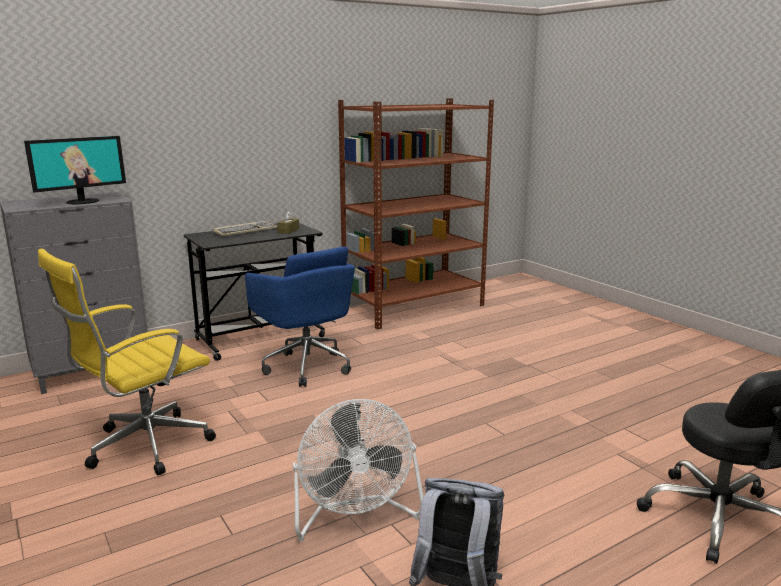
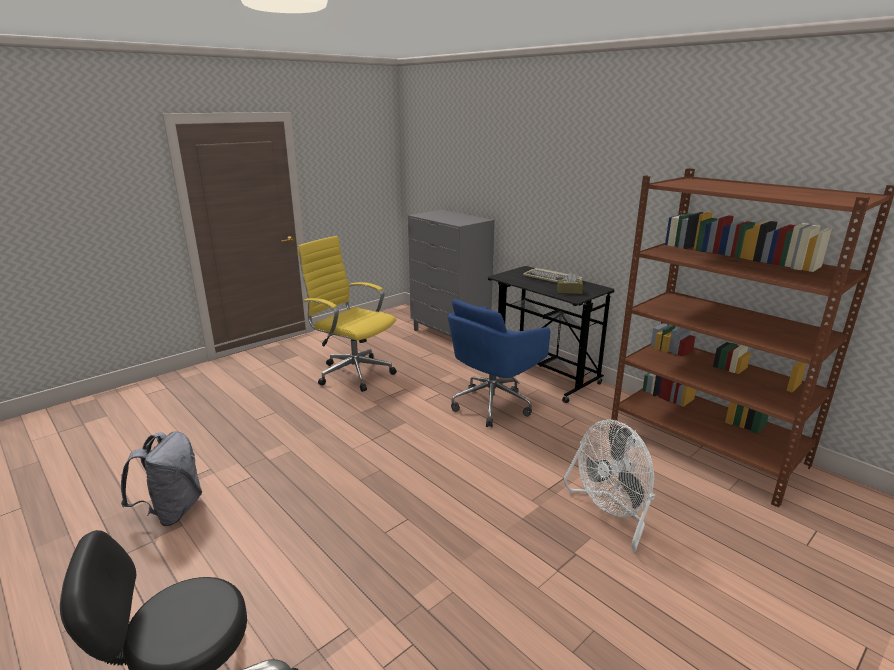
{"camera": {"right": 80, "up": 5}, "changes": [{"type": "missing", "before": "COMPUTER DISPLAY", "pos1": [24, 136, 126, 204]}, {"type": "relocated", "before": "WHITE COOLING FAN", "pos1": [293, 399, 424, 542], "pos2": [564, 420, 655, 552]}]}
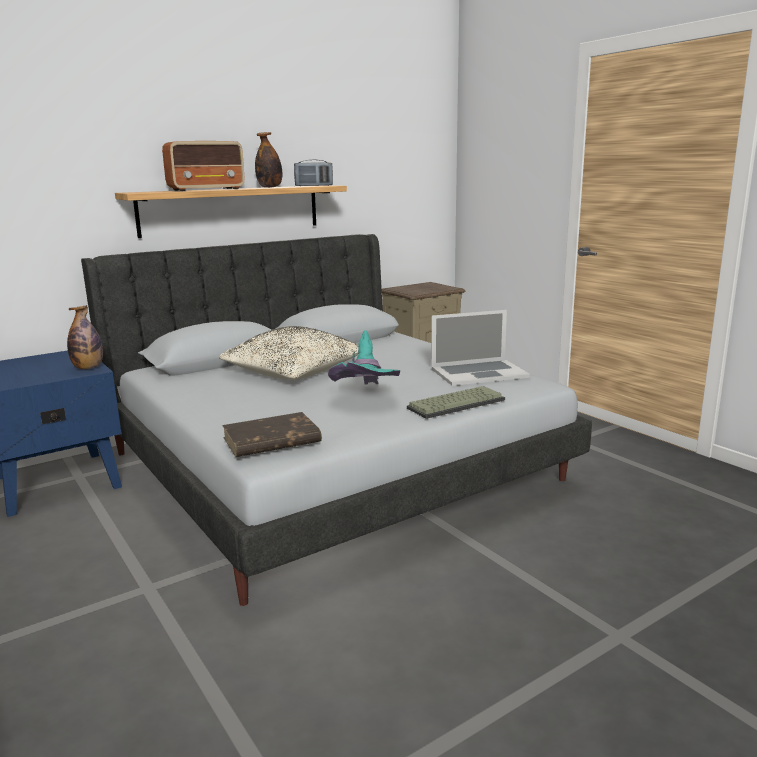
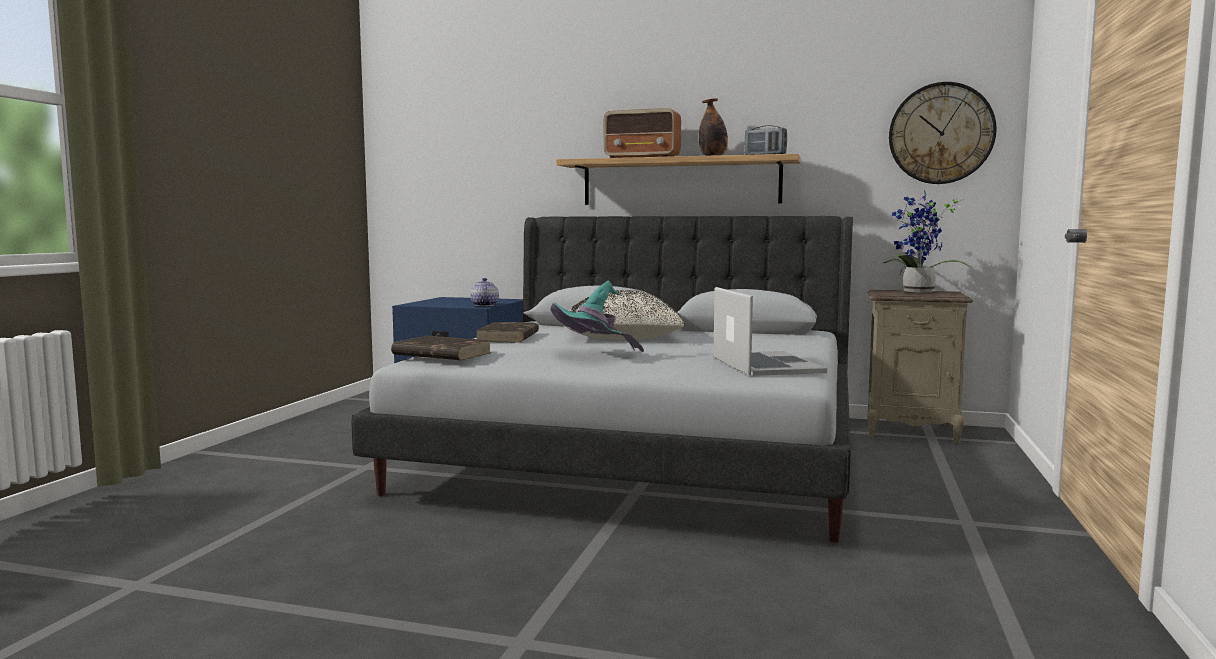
{"camera": {"right": 50, "up": -10}, "changes": [{"type": "exchanged", "before": "BEVERAGE BOTTLE", "after": "TEAPOT", "pos1": [67, 305, 103, 369], "pos2": [470, 278, 499, 306]}, {"type": "spun", "before": "NOTEBOOK COMPUTER", "pos1": [431, 310, 531, 386], "pos2": [713, 287, 827, 376], "turn": -135}, {"type": "missing", "before": "COMPUTER KEYBOARD", "pos1": [407, 386, 505, 419]}, {"type": "appeared", "after": "CLOCK ON THE WALL", "pos2": [889, 82, 997, 184]}, {"type": "appeared", "after": "HOUSEPLANT", "pos2": [884, 190, 973, 293]}, {"type": "appeared", "after": "BROWN-COLOURED BOUND BOOK", "pos2": [475, 322, 539, 343]}]}
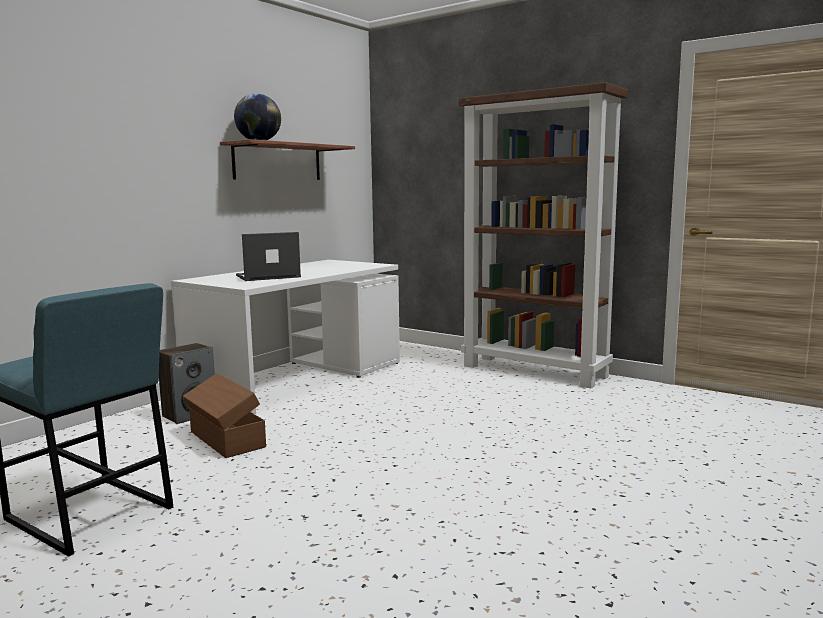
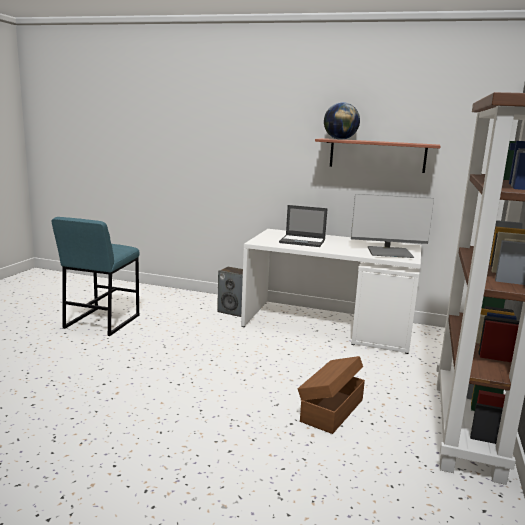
{"camera": {"right": 70, "up": 5}, "changes": [{"type": "spun", "before": "NOTEBOOK COMPUTER", "pos1": [236, 232, 301, 281], "pos2": [279, 205, 328, 247], "turn": 150}, {"type": "relocated", "before": "BROWN-COLOURED STORAGE BOX", "pos1": [183, 373, 266, 458], "pos2": [298, 356, 365, 434]}, {"type": "appeared", "after": "COMPUTER DISPLAY", "pos2": [351, 194, 434, 258]}]}
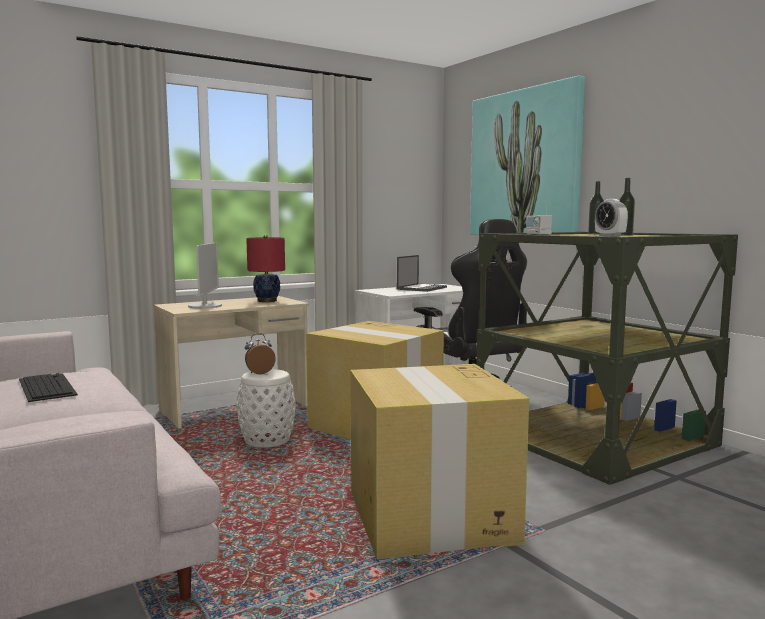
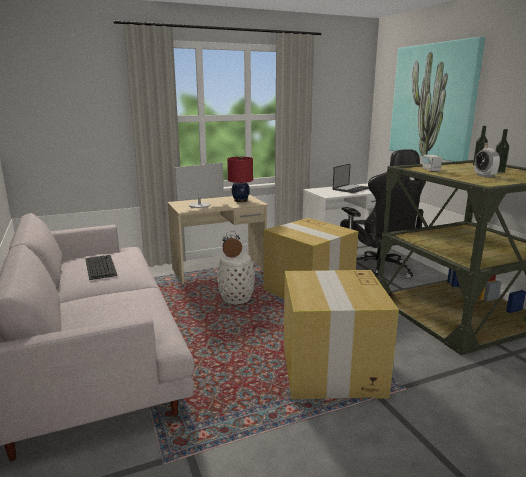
{"camera": {"right": 10, "up": 10}, "changes": [{"type": "spun", "before": "COMPUTER DISPLAY", "pos1": [188, 243, 222, 309], "pos2": [175, 162, 224, 208], "turn": 45}]}
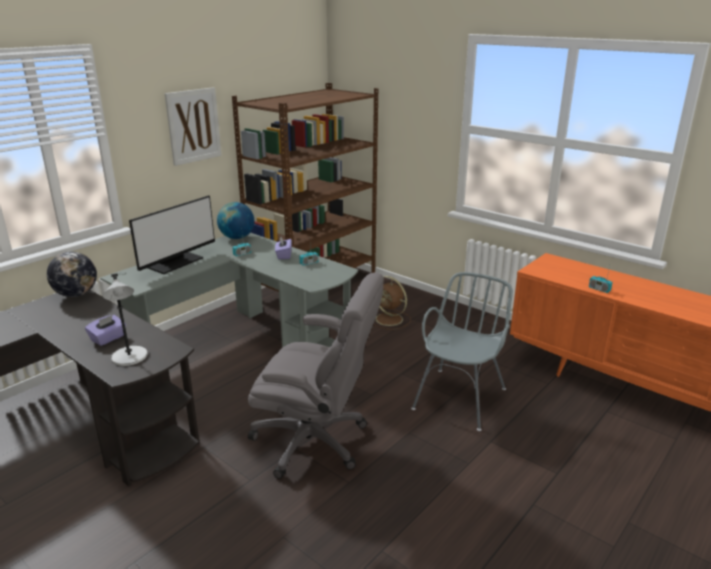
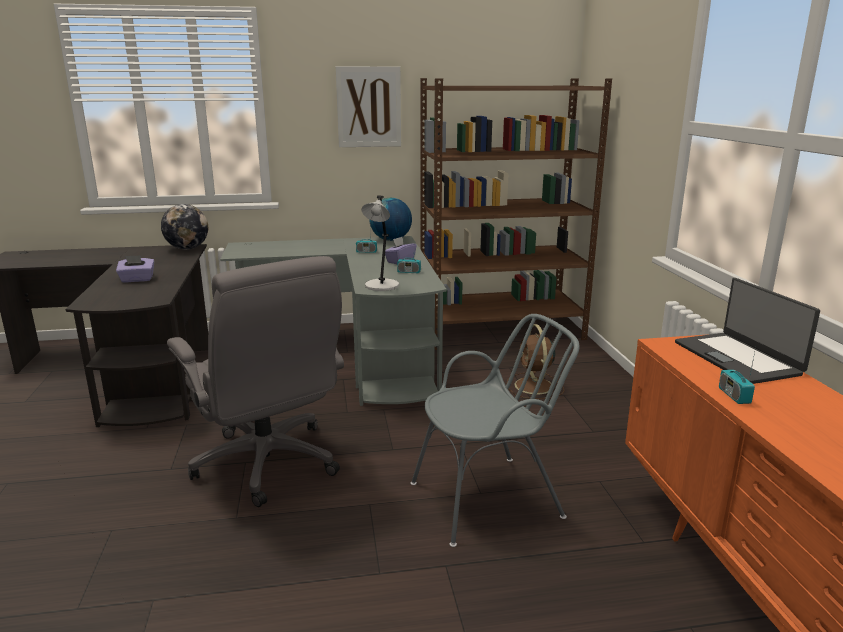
{"camera": {"right": 40, "up": -5}, "changes": [{"type": "missing", "before": "COMPUTER DISPLAY", "pos1": [129, 196, 215, 274]}, {"type": "relocated", "before": "GRAY TABLETOP LAMP", "pos1": [103, 273, 148, 366], "pos2": [361, 195, 399, 291]}, {"type": "appeared", "after": "NOTEBOOK COMPUTER", "pos2": [675, 278, 820, 384]}]}
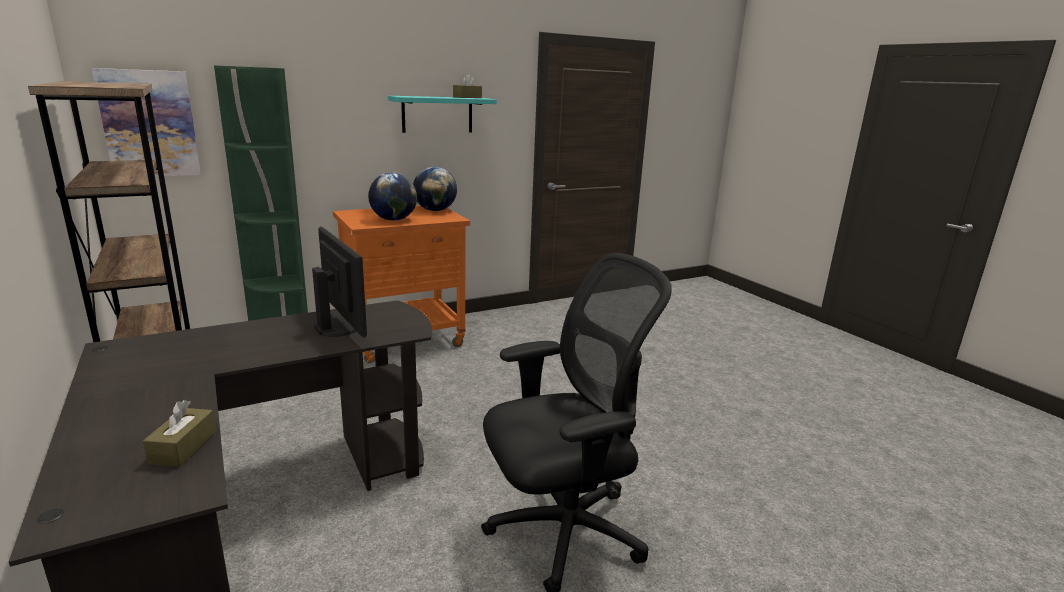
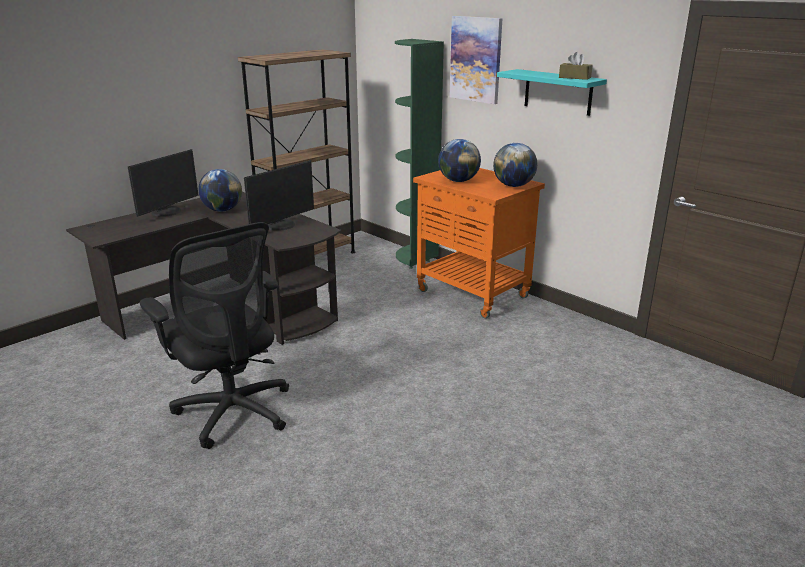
{"camera": {"right": 75, "up": 5}, "changes": [{"type": "relocated", "before": "PICTURE", "pos1": [92, 68, 201, 176], "pos2": [450, 16, 503, 104]}, {"type": "missing", "before": "BROWN-COLOURED TISSUE HOLDER", "pos1": [143, 400, 216, 467]}, {"type": "appeared", "after": "COMPUTER DISPLAY", "pos2": [128, 149, 198, 217]}, {"type": "appeared", "after": "WORLD GLOBE", "pos2": [198, 169, 242, 212]}]}
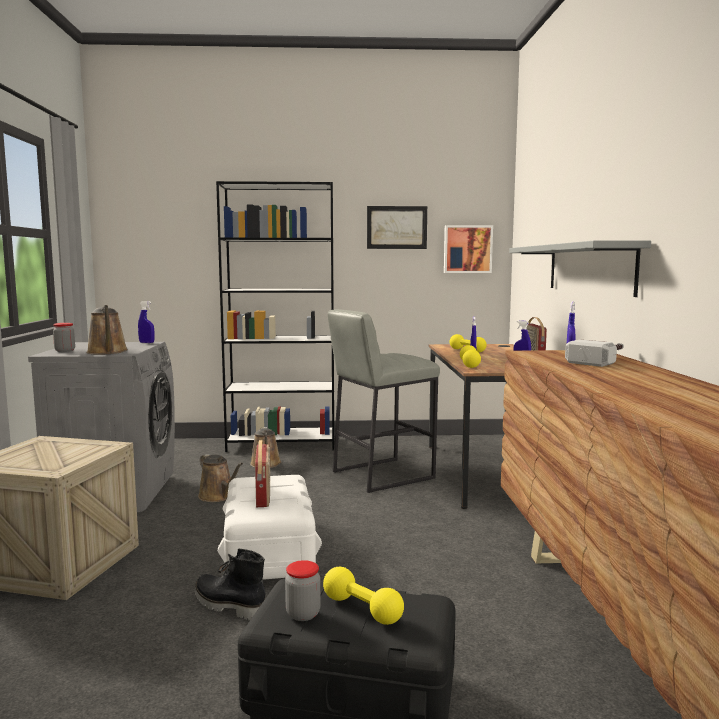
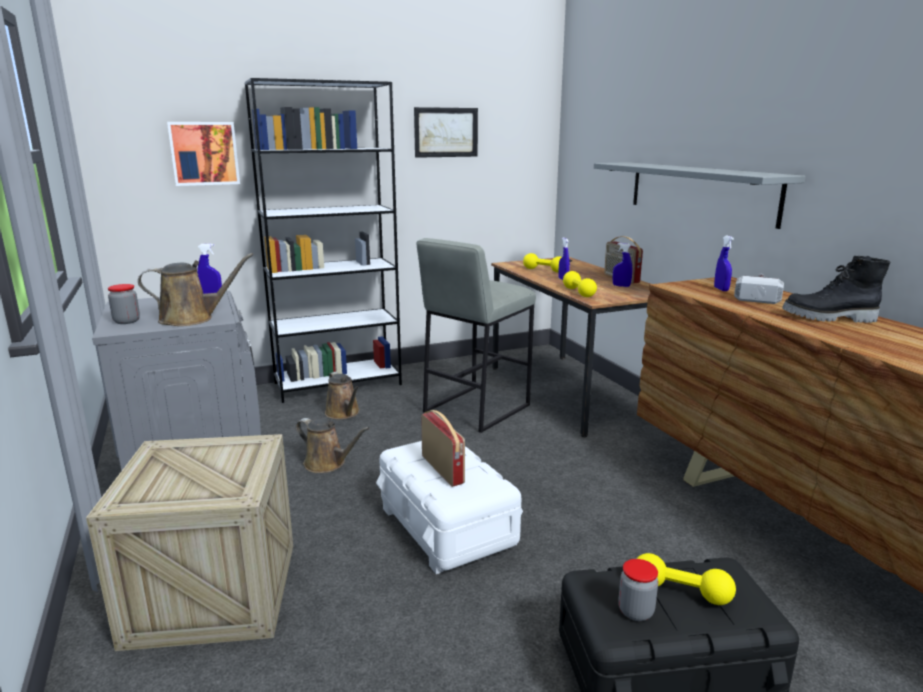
{"camera": {"right": -20, "up": 10}, "changes": [{"type": "relocated", "before": "PICTURE", "pos1": [444, 225, 493, 273], "pos2": [167, 122, 240, 186]}, {"type": "spun", "before": "BROWN-COLOURED WATERING POT", "pos1": [86, 305, 128, 355], "pos2": [138, 253, 253, 326], "turn": -60}, {"type": "relocated", "before": "BLACK-COLOURED BOOT", "pos1": [195, 549, 265, 620], "pos2": [782, 256, 890, 323]}]}
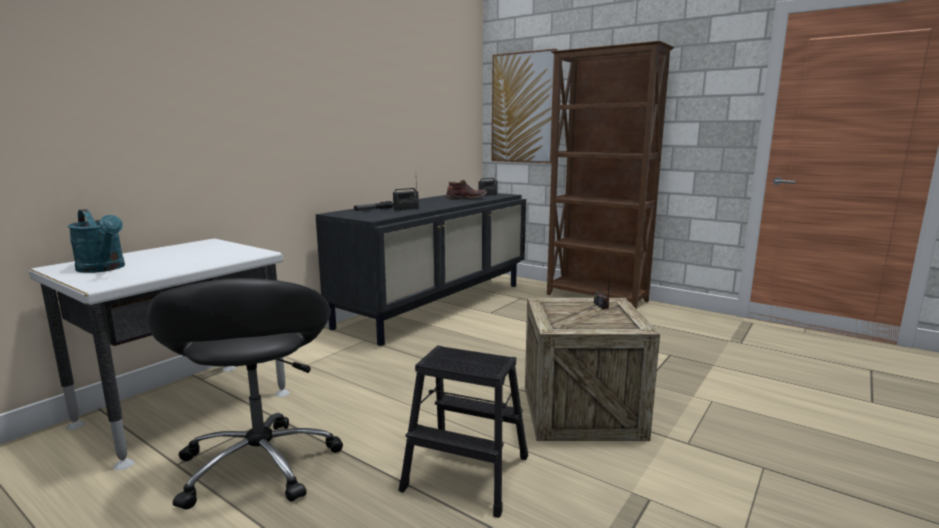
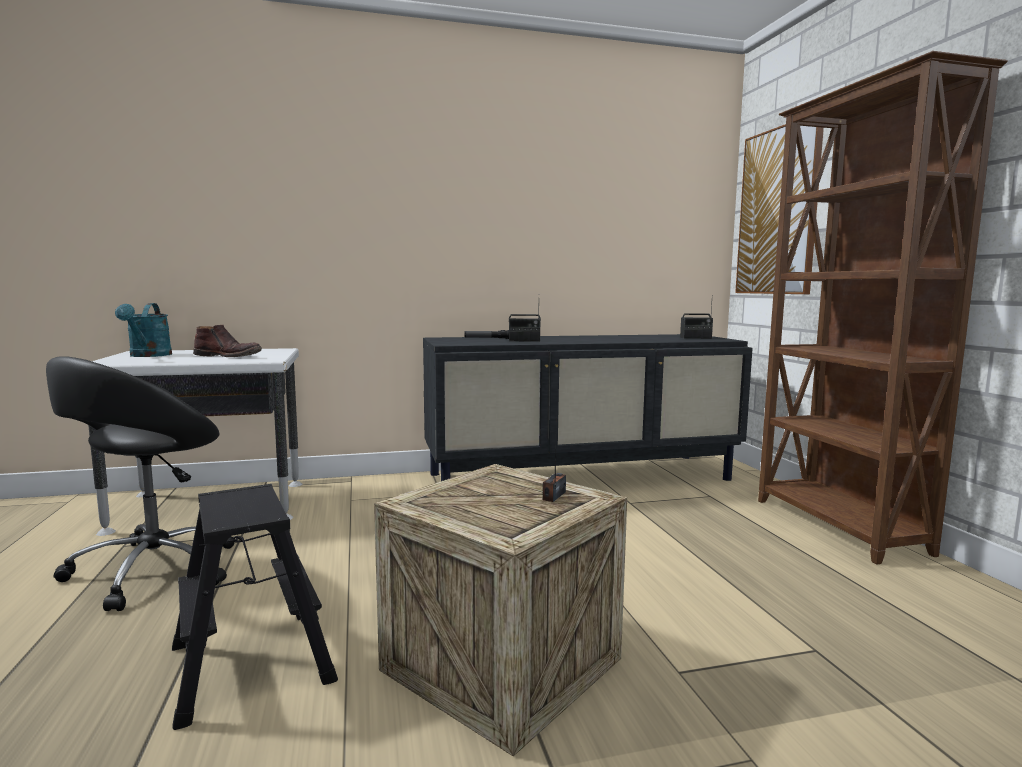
{"camera": {"right": 40, "up": -5}, "changes": [{"type": "relocated", "before": "BROWN-COLOURED BOOT", "pos1": [446, 180, 487, 200], "pos2": [193, 325, 262, 357]}]}
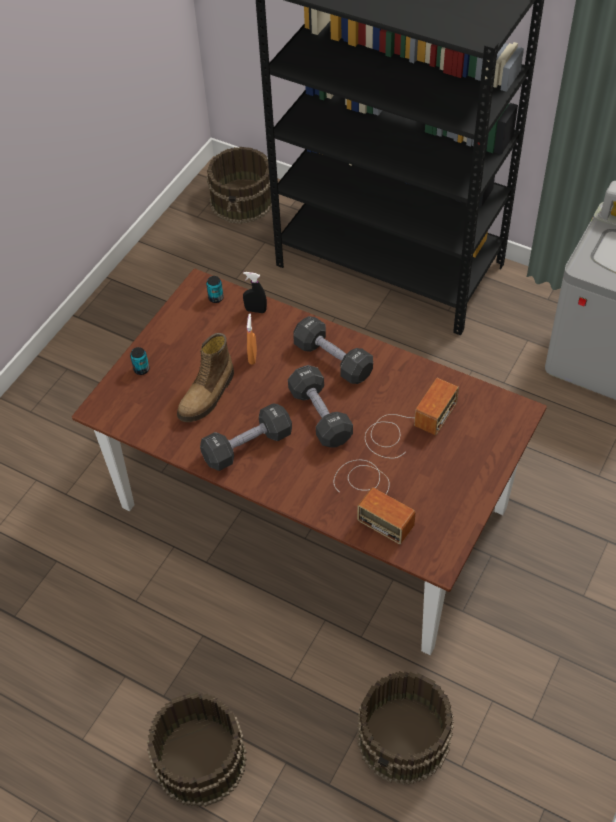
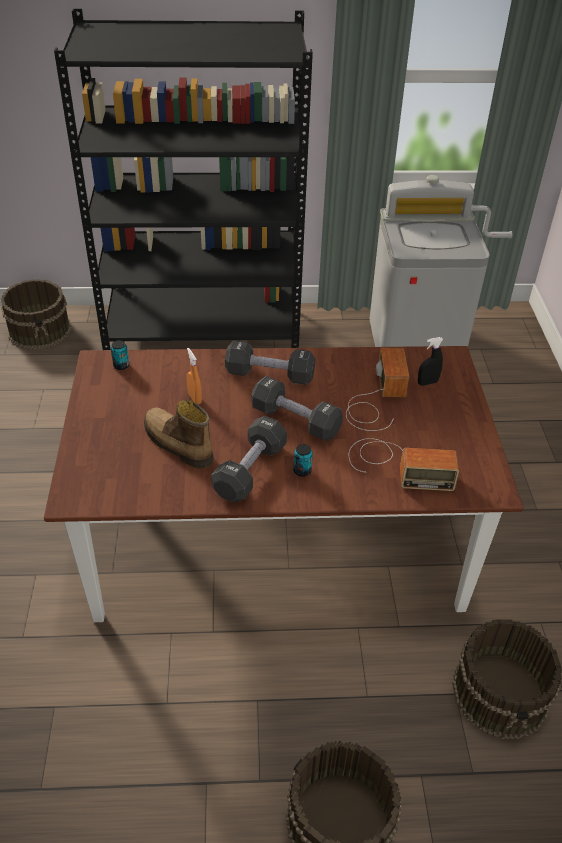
{"camera": {"right": -35, "up": -10}, "changes": [{"type": "relocated", "before": "BLACK-COLOURED HAND SPRAYER", "pos1": [243, 272, 267, 313], "pos2": [418, 337, 443, 386]}, {"type": "spun", "before": "BOOT", "pos1": [177, 333, 234, 422], "pos2": [144, 400, 214, 469], "turn": 135}, {"type": "relocated", "before": "METAL CAN", "pos1": [130, 347, 149, 375], "pos2": [293, 444, 313, 477]}]}
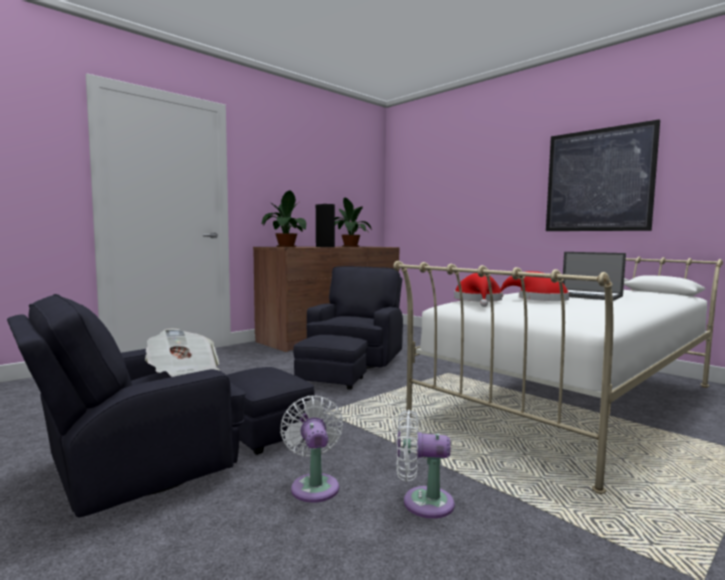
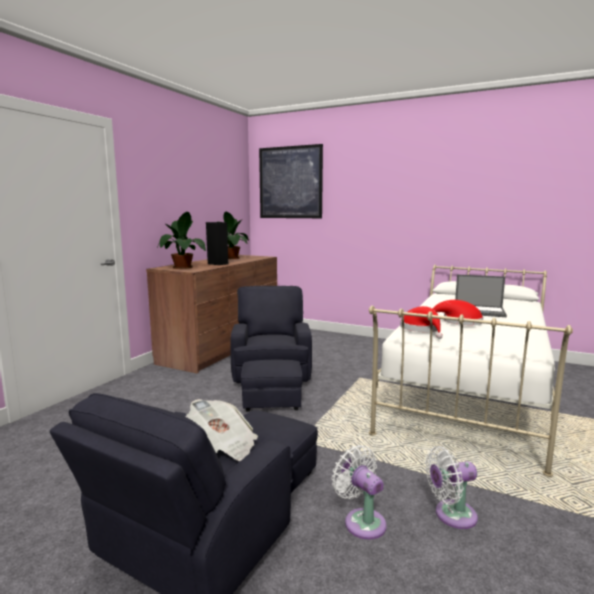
{"camera": {"right": -20, "up": 5}, "changes": [{"type": "relocated", "before": "PICTURE", "pos1": [546, 119, 660, 231], "pos2": [259, 144, 323, 218]}]}
